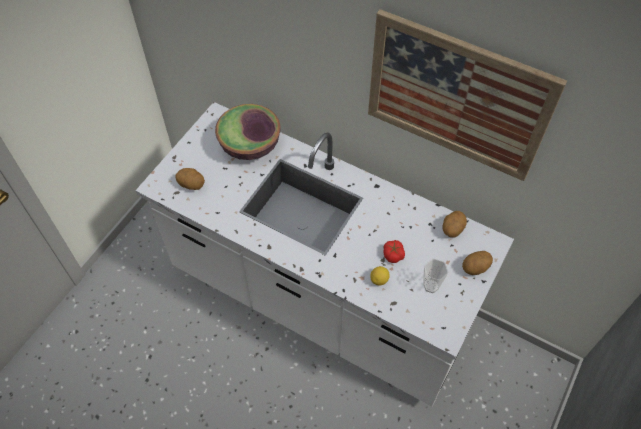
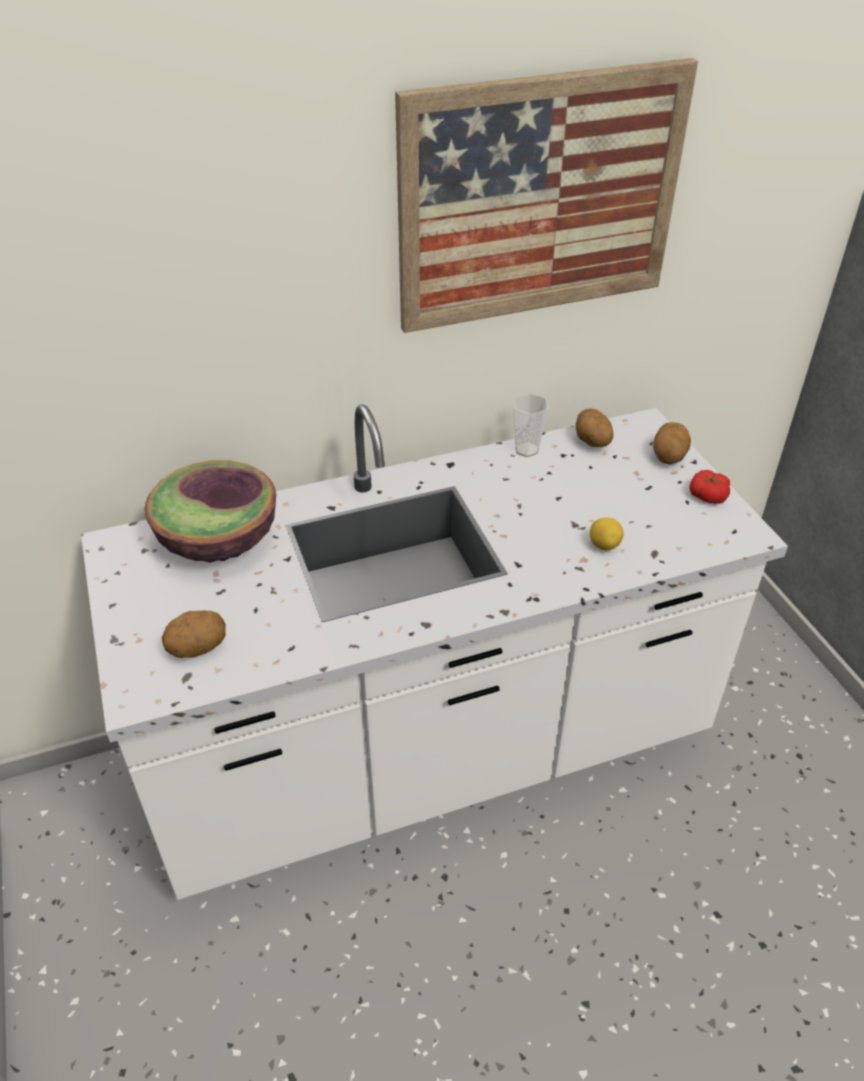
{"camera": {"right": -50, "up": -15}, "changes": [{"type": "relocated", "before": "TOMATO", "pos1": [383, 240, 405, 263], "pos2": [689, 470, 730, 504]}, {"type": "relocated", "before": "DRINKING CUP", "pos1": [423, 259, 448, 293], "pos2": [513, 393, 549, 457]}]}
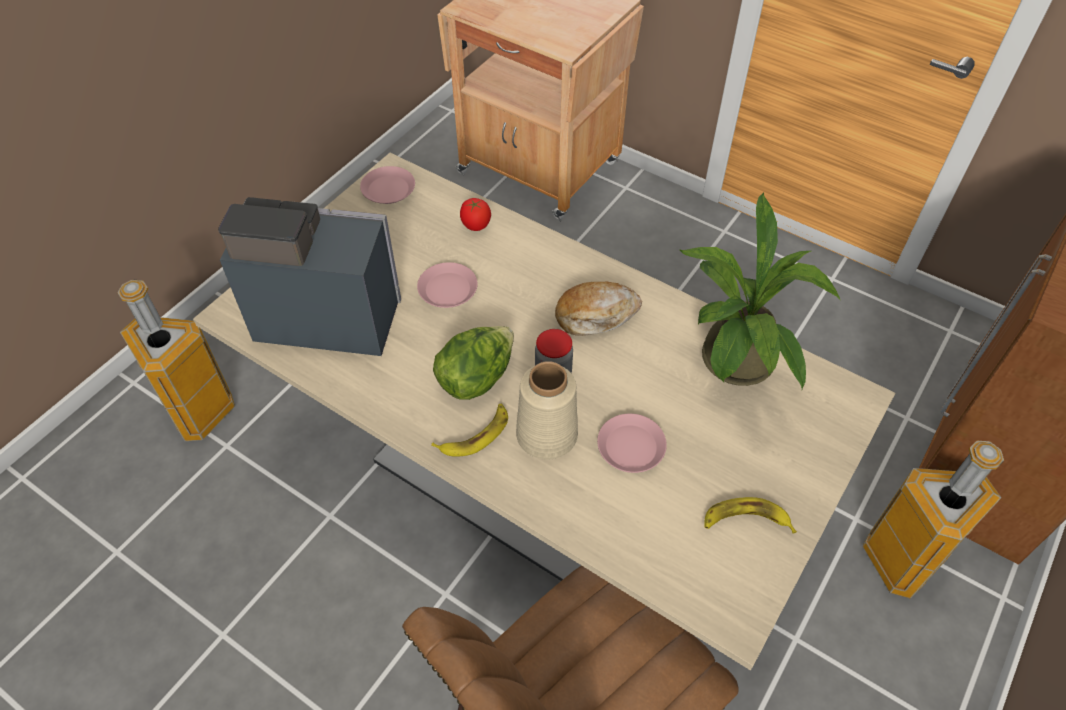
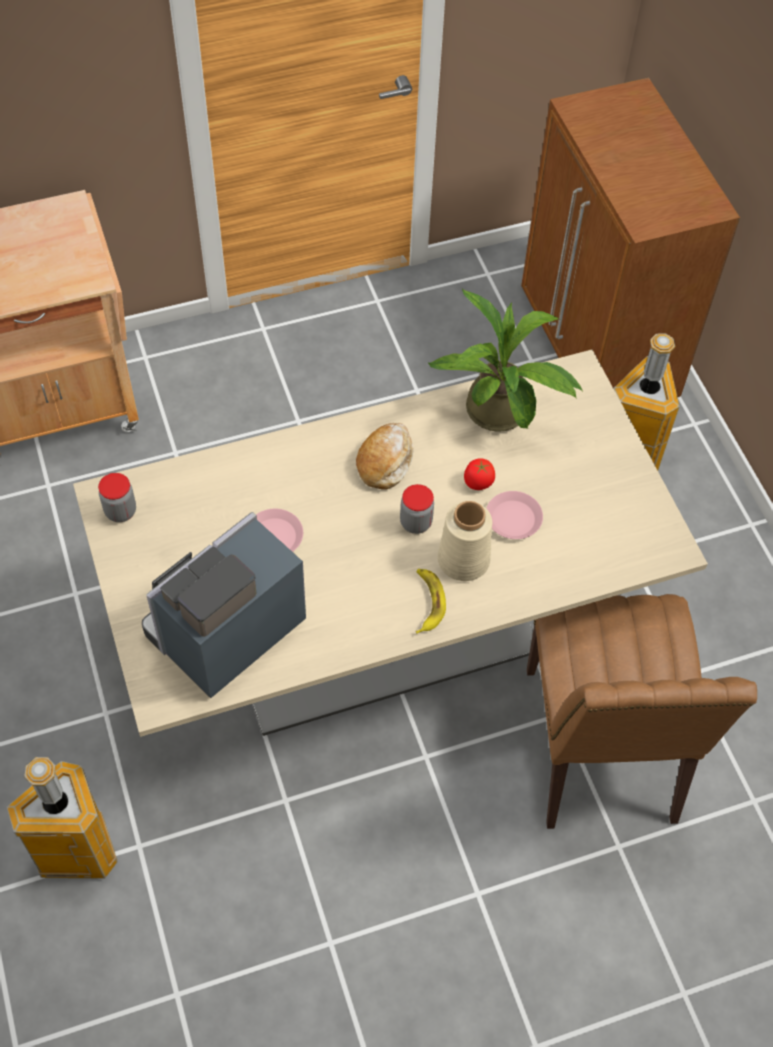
{"camera": {"right": -55, "up": 5}, "changes": [{"type": "exchanged", "before": "PINK FLAT DISH", "after": "STORAGE JAR", "pos1": [360, 166, 415, 204], "pos2": [98, 473, 136, 522]}, {"type": "relocated", "before": "TOMATO", "pos1": [460, 198, 491, 231], "pos2": [464, 458, 495, 490]}, {"type": "missing", "before": "LETTUCE HEAD", "pos1": [433, 326, 514, 400]}, {"type": "missing", "before": "BANANA", "pos1": [704, 497, 797, 534]}]}
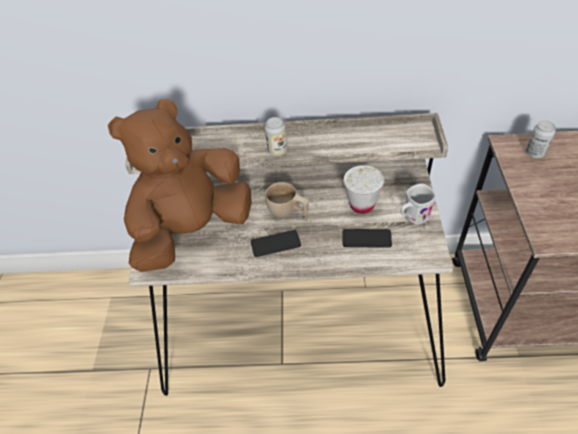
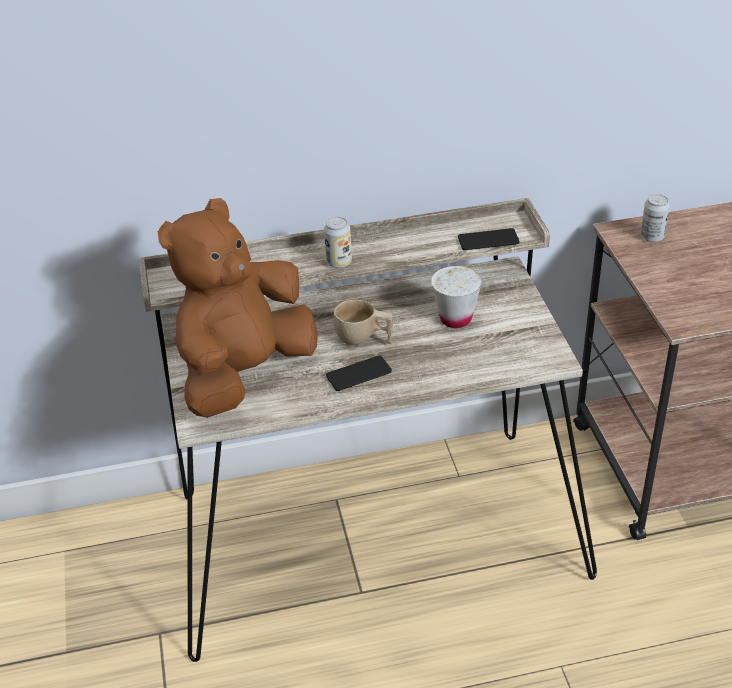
{"camera": {"right": -15, "up": -10}, "changes": [{"type": "missing", "before": "WHITE MUG", "pos1": [400, 184, 436, 225]}, {"type": "relocated", "before": "HANDSET", "pos1": [343, 229, 392, 248], "pos2": [458, 228, 520, 250]}]}
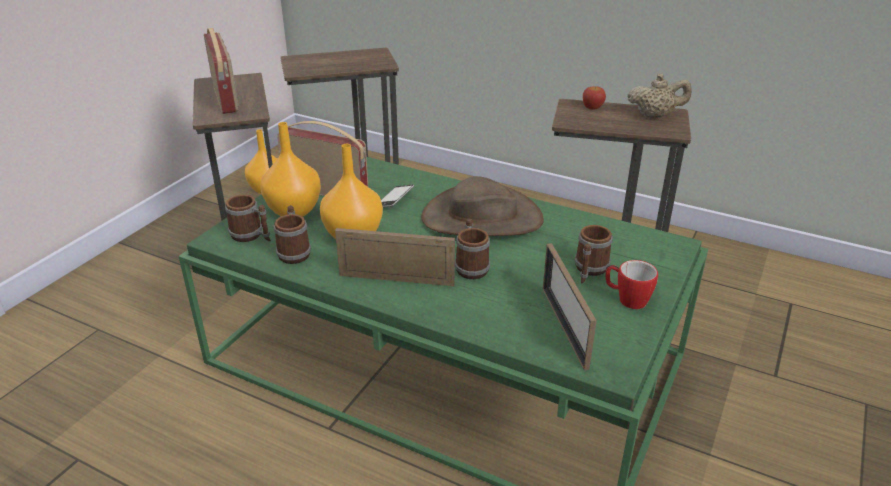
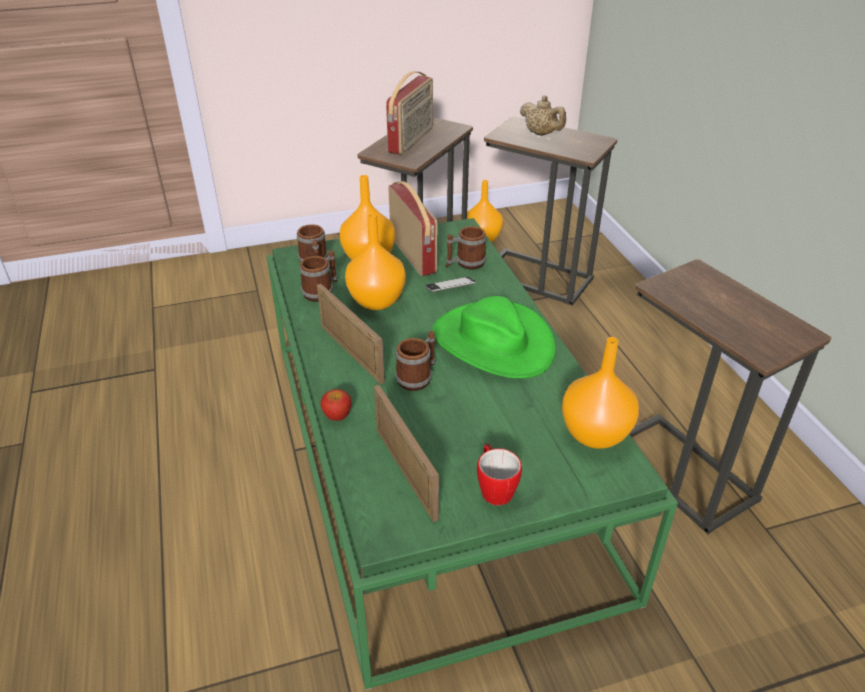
{"camera": {"right": 45, "up": 5}, "changes": [{"type": "relocated", "before": "SAND-COLOURED TEAPOT", "pos1": [628, 74, 692, 118], "pos2": [520, 95, 566, 136]}, {"type": "relocated", "before": "APPLE", "pos1": [583, 86, 606, 110], "pos2": [320, 389, 352, 421]}, {"type": "colour", "before": "BROWN-COLOURED CLOTHING HAT", "after": "GREEN CLOTHING HAT", "pos1": [421, 176, 544, 236], "pos2": [432, 296, 556, 378]}, {"type": "relocated", "before": "MUG", "pos1": [575, 225, 613, 283], "pos2": [446, 226, 487, 270]}, {"type": "spun", "before": "PHOTO FRAME", "pos1": [543, 243, 597, 370], "pos2": [374, 385, 439, 522], "turn": 120}, {"type": "appeared", "after": "ORANGEY FLOWER VASE", "pos2": [562, 337, 639, 449]}]}
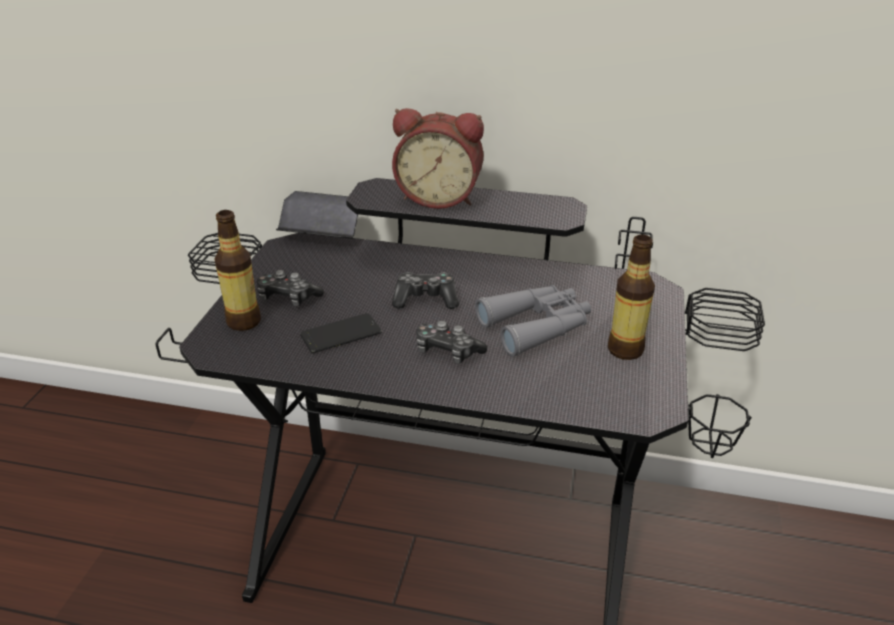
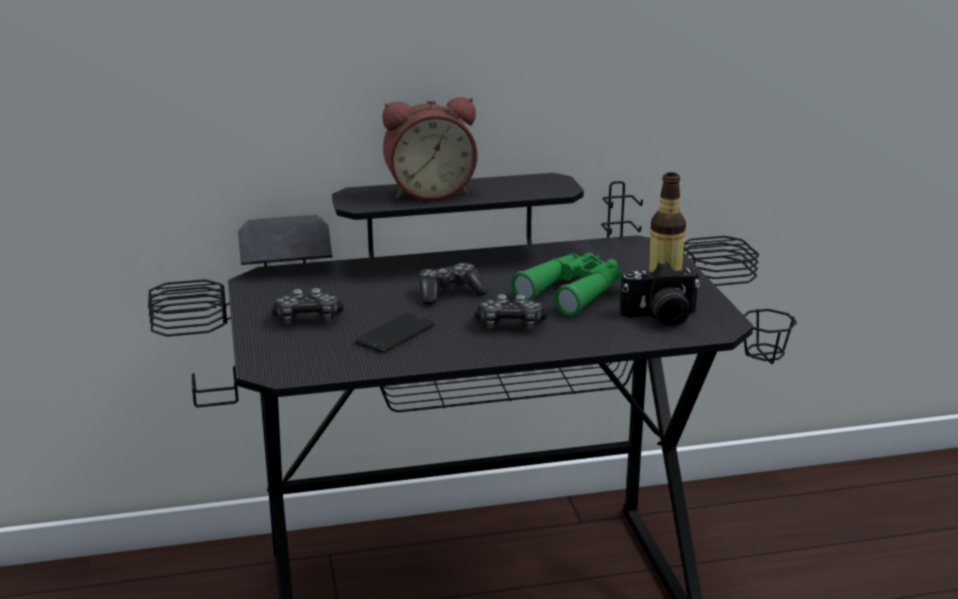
{"camera": {"right": -25, "up": -10}, "changes": [{"type": "missing", "before": "BEVERAGE BOTTLE", "pos1": [214, 210, 261, 331]}, {"type": "colour", "before": "GRAY BINOCULARS", "after": "GREEN BINOCULARS", "pos1": [475, 285, 591, 357], "pos2": [511, 252, 621, 316]}, {"type": "appeared", "after": "STILL CAMERA", "pos2": [620, 262, 700, 328]}]}
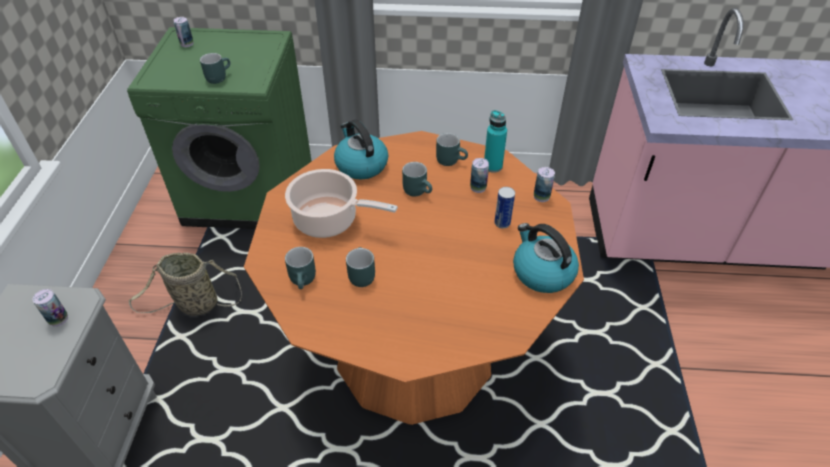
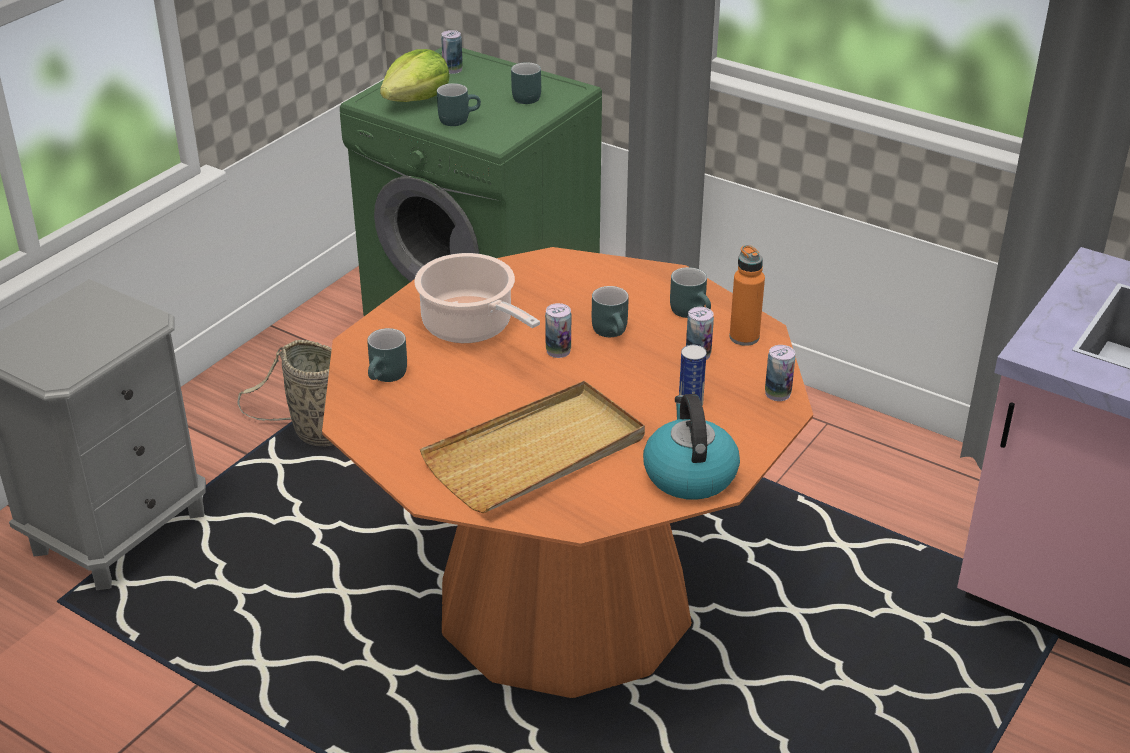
{"camera": {"right": 30, "up": -10}, "changes": [{"type": "colour", "before": "TURQUOISE-COLOURED BEVERAGE BOTTLE", "after": "ORANGEY BEVERAGE BOTTLE", "pos1": [484, 110, 507, 173], "pos2": [729, 245, 765, 346]}, {"type": "missing", "before": "KETTLE", "pos1": [334, 119, 388, 180]}, {"type": "relocated", "before": "TURQUOISE-COLOURED MUG", "pos1": [346, 247, 375, 287], "pos2": [511, 62, 541, 104]}, {"type": "relocated", "before": "METAL CAN", "pos1": [33, 289, 68, 327], "pos2": [545, 303, 571, 358]}, {"type": "appeared", "after": "LETTUCE HEAD", "pos2": [380, 49, 450, 102]}, {"type": "appeared", "after": "SAND-COLOURED SERVING TRAY", "pos2": [420, 381, 645, 513]}]}
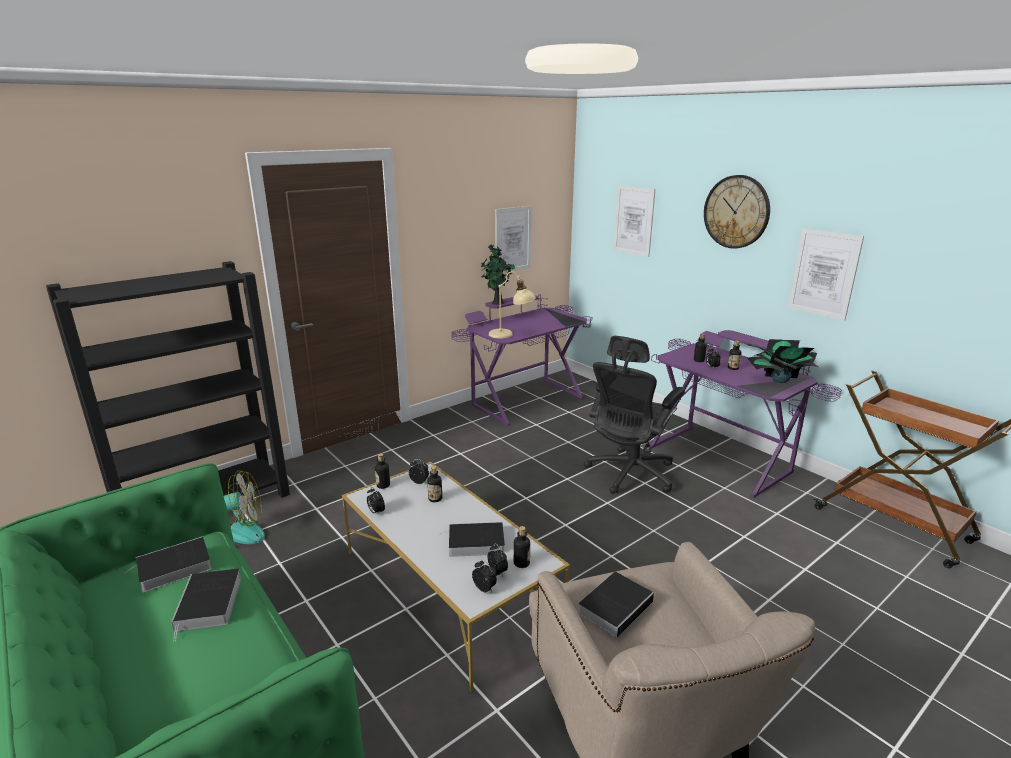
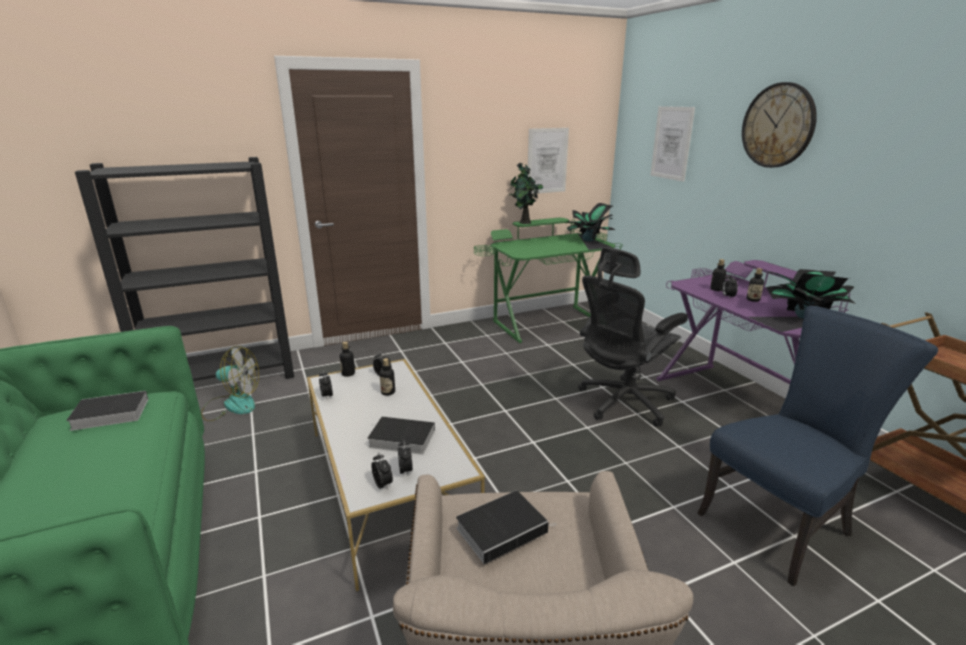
{"camera": {"right": 15, "up": 0}, "changes": [{"type": "missing", "before": "PICTURE", "pos1": [788, 228, 864, 321]}, {"type": "missing", "before": "SAND-COLOURED TABLETOP LAMP", "pos1": [489, 271, 536, 339]}, {"type": "colour", "before": "PURPLE DESK", "after": "GREEN DESK", "pos1": [452, 294, 593, 426], "pos2": [474, 218, 623, 343]}, {"type": "missing", "before": "BEVERAGE BOTTLE", "pos1": [514, 526, 530, 568]}, {"type": "missing", "before": "BOUND BOOK", "pos1": [171, 569, 241, 642]}, {"type": "appeared", "after": "HOUSEPLANT", "pos2": [567, 203, 615, 241]}, {"type": "appeared", "after": "BLUE-COLOURED UPRIGHT CHAIR", "pos2": [697, 306, 938, 586]}]}
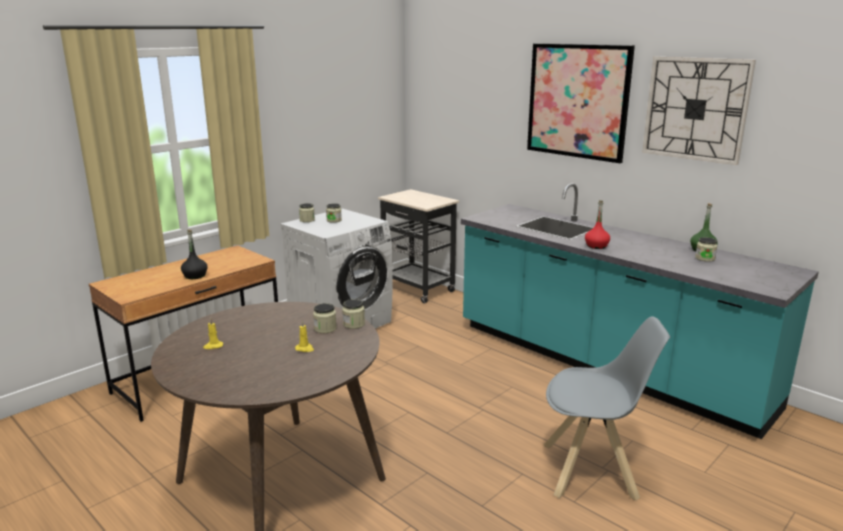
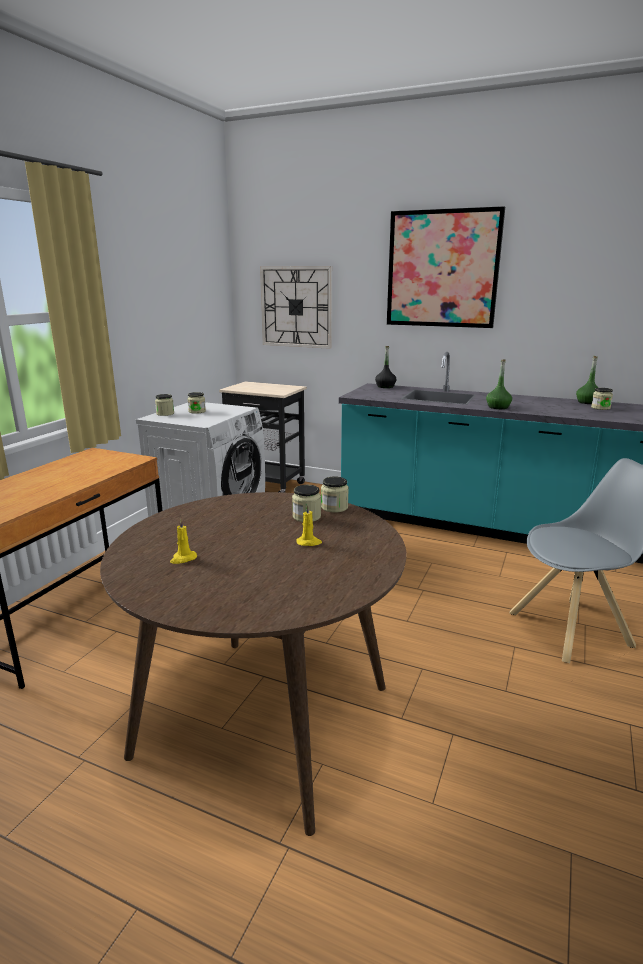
{"camera": {"right": -20, "up": 0}, "changes": [{"type": "relocated", "before": "CLOCK ON THE WALL", "pos1": [642, 57, 756, 165], "pos2": [260, 266, 332, 349]}, {"type": "colour", "before": "RED BEVERAGE BOTTLE", "after": "GREEN BEVERAGE BOTTLE", "pos1": [585, 200, 610, 249], "pos2": [486, 359, 512, 409]}, {"type": "relocated", "before": "BLACK-COLOURED BEVERAGE BOTTLE", "pos1": [181, 230, 208, 279], "pos2": [375, 346, 397, 388]}]}
